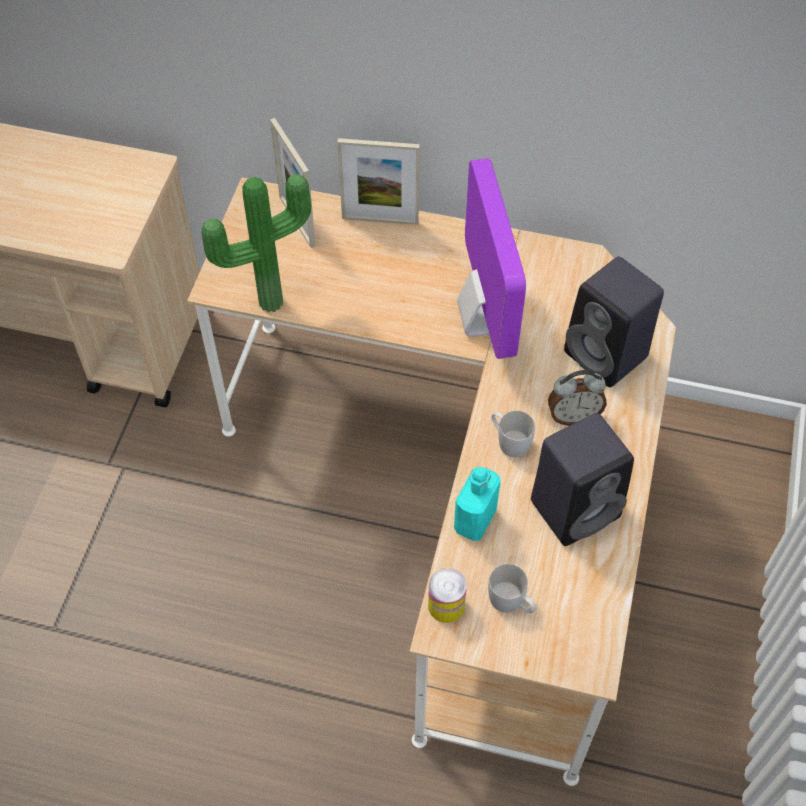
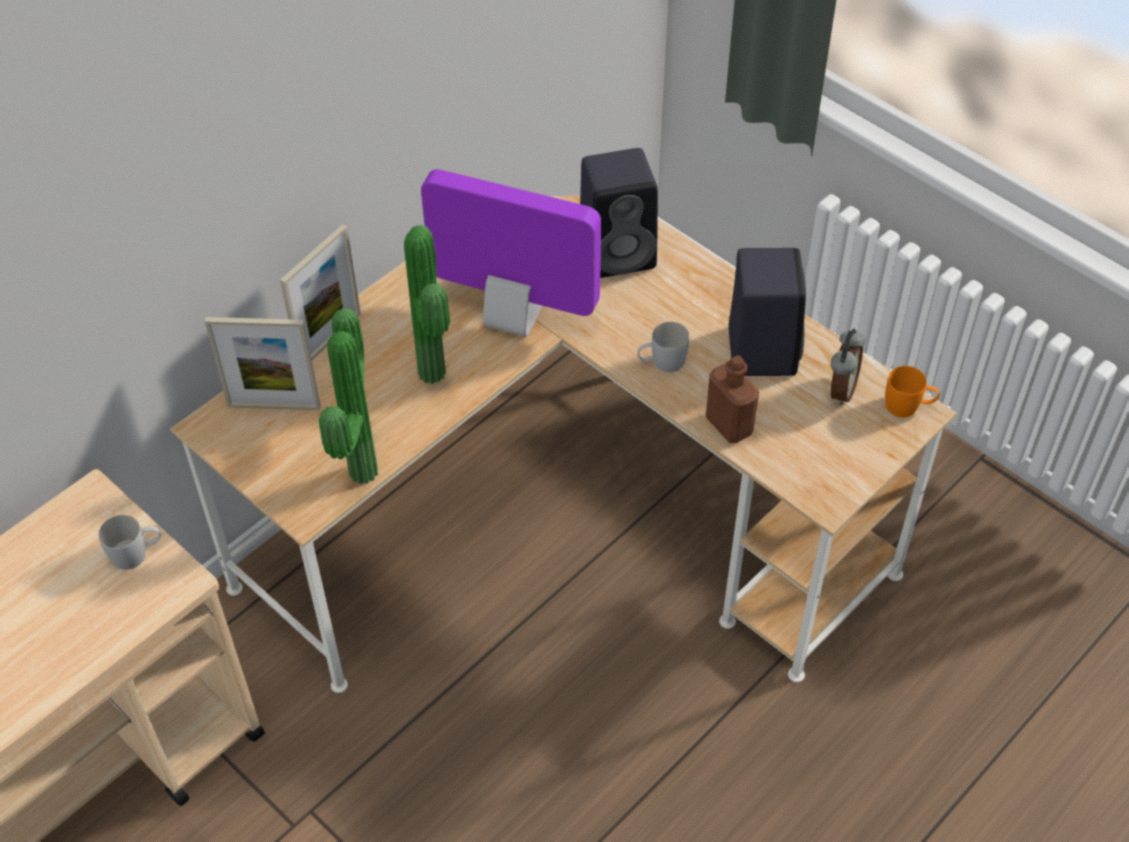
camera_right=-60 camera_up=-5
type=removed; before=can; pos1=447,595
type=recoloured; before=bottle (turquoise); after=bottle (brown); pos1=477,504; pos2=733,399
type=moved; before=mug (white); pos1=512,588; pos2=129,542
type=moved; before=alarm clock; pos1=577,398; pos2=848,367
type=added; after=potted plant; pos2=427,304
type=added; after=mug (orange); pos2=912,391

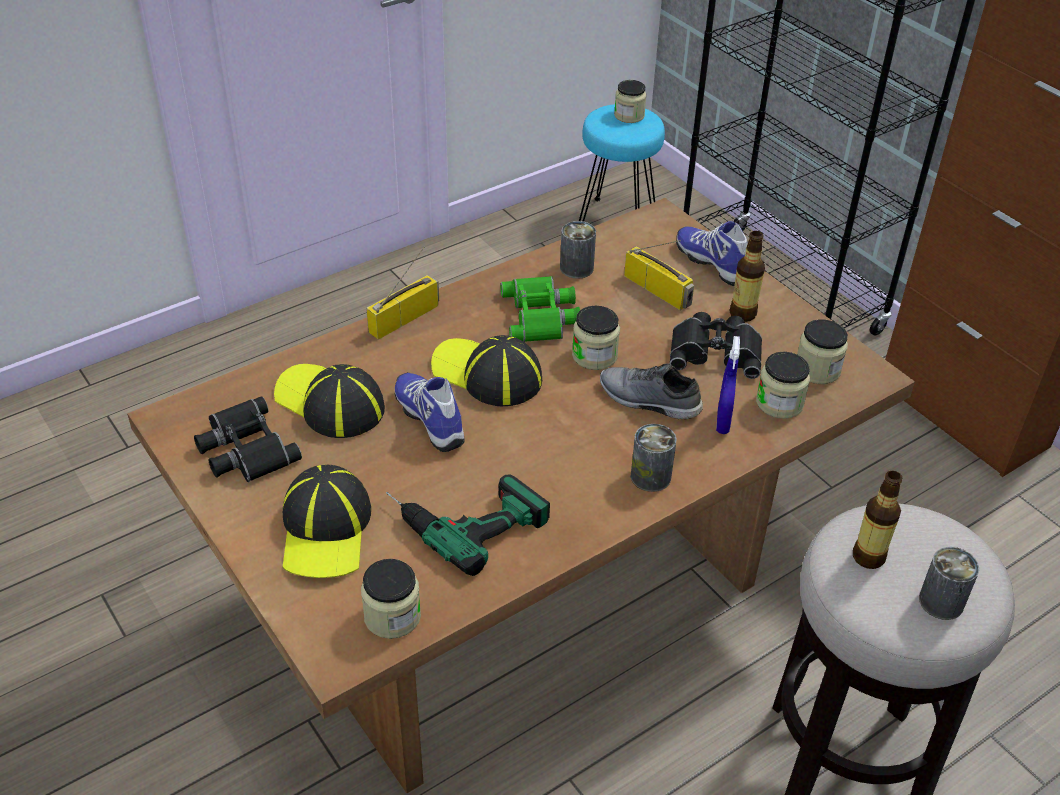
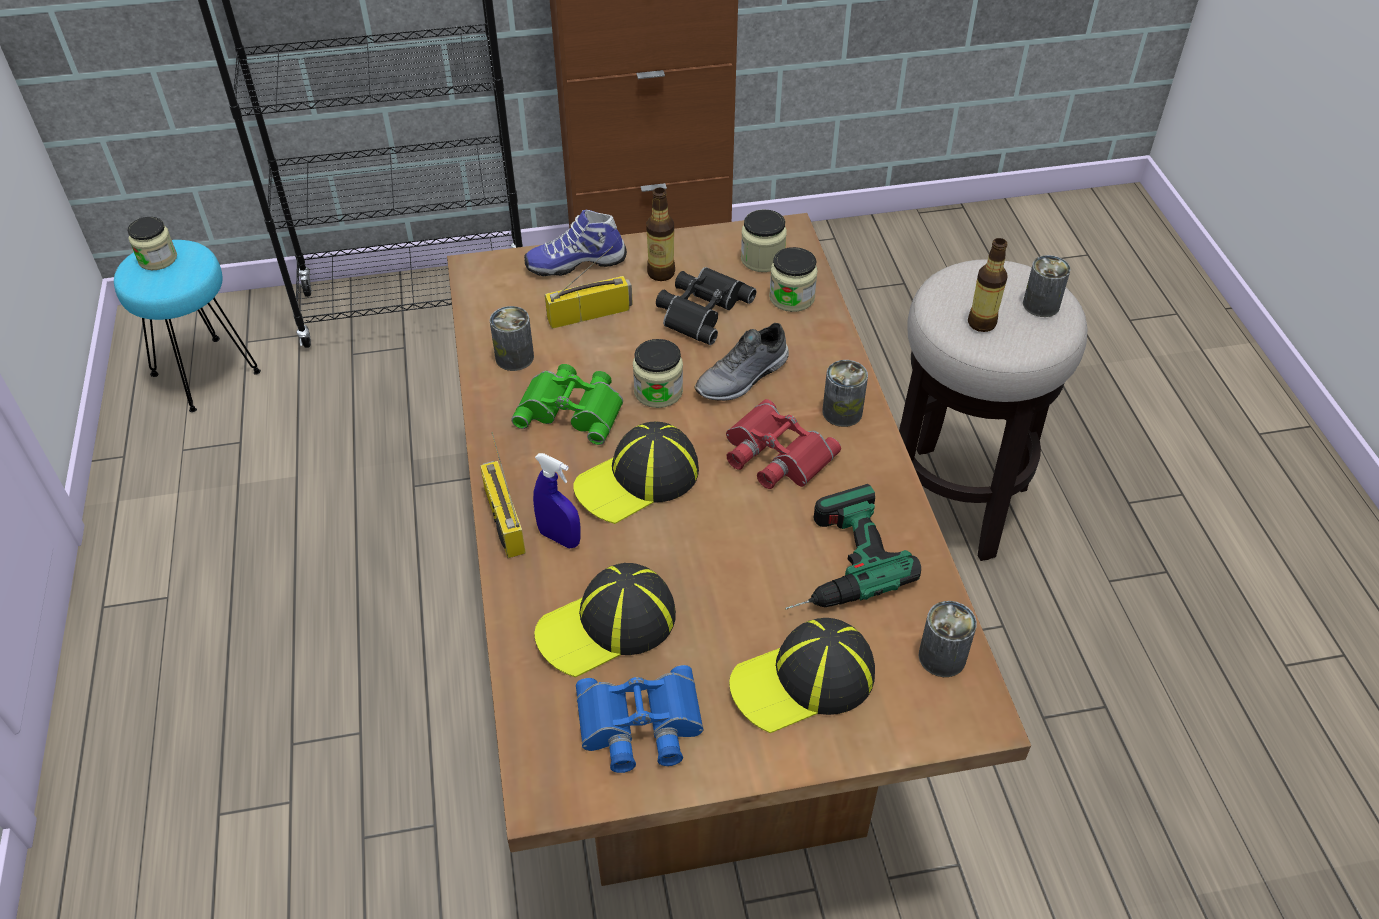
camera_right=-65 camera_up=5
type=recoloured; before=binoculars (black); after=binoculars (blue); pos1=248,439; pos2=640,719
type=turned; before=cap; pos1=327,521; pos2=802,675; turn=135
type=replaced; before=jar; after=can; pos1=391,599; pos2=948,639
type=removed; before=shoe; pos1=430,412
type=moved; before=spray bottle (blue); pos1=728,385; pos2=556,500
type=added; after=binoculars (red); pos2=783,444

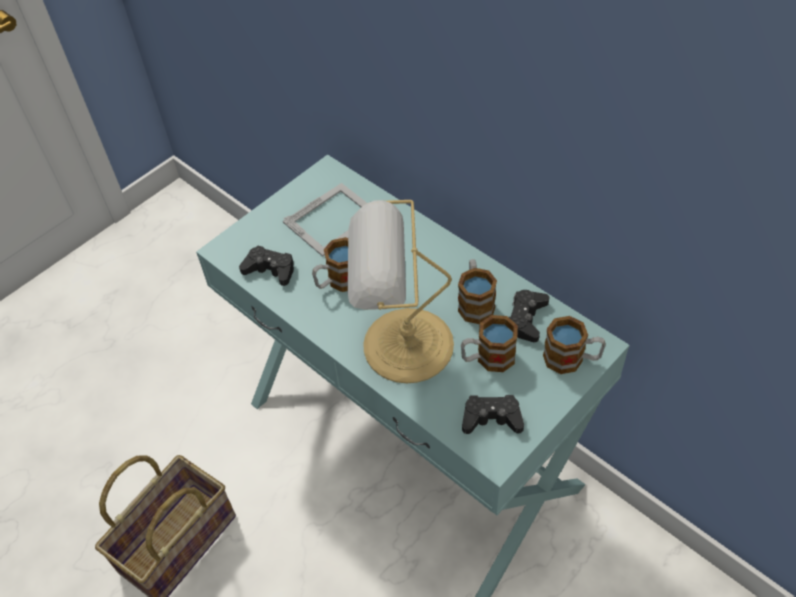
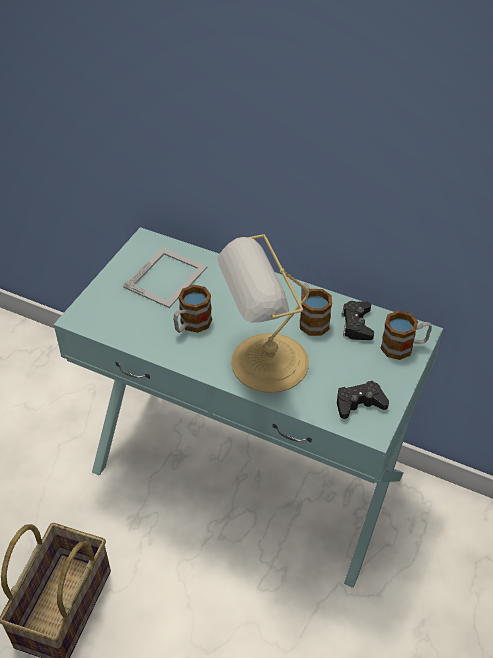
camera_right=-20 camera_up=-5
type=removed; before=game controller (black); pos1=266,266
type=removed; before=mug; pos1=489,343

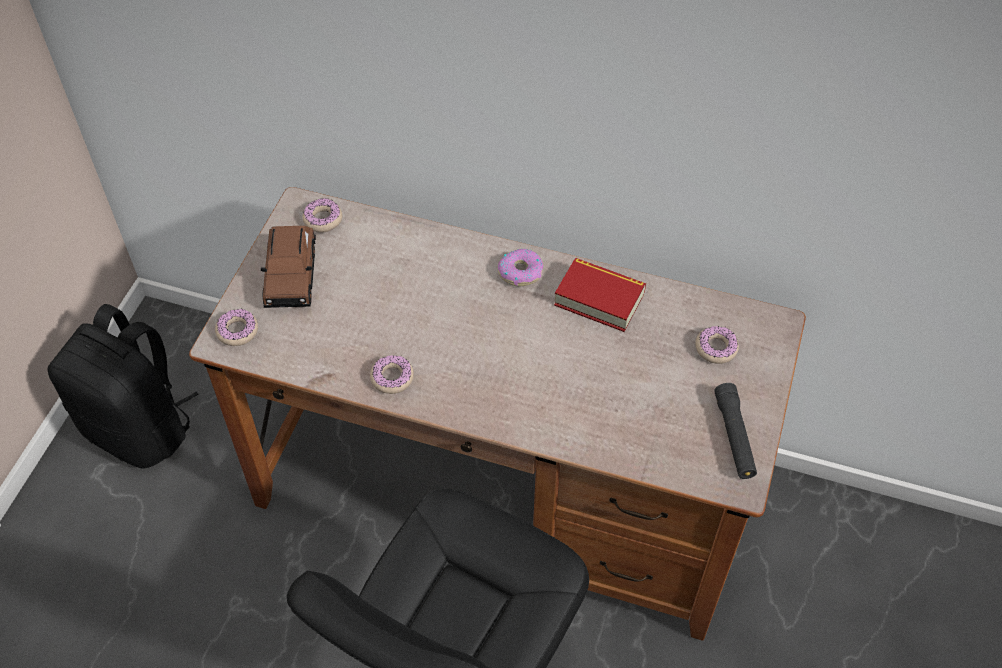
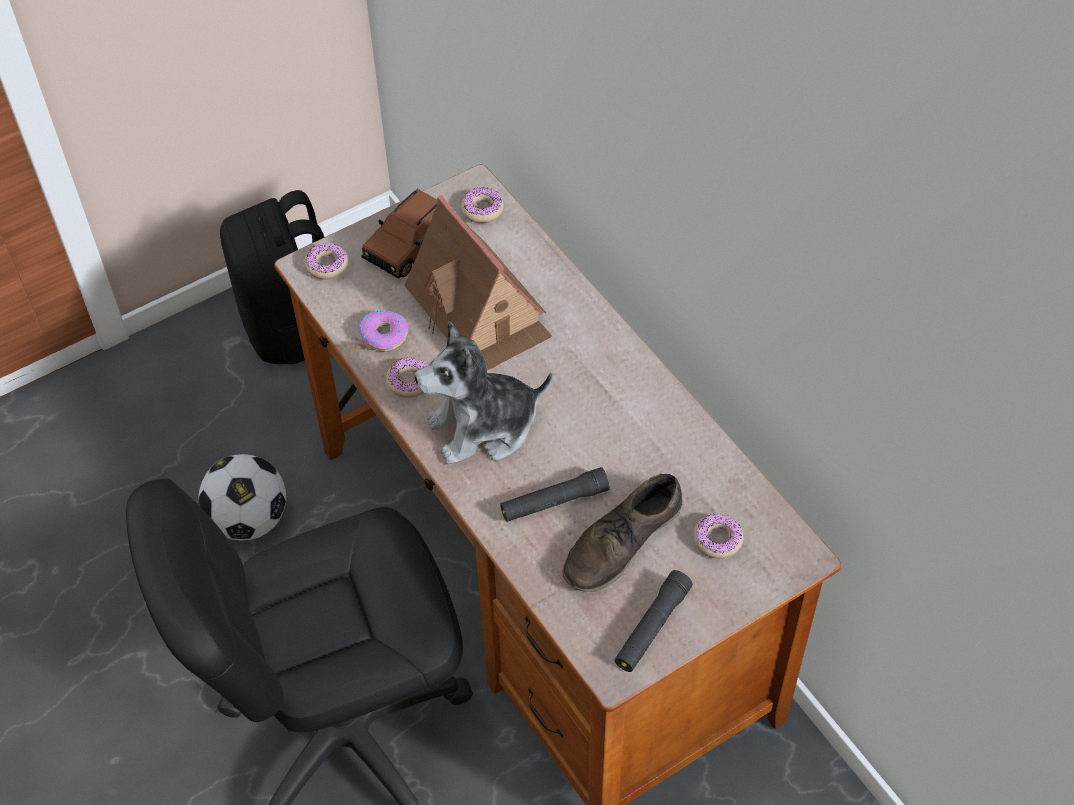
camera_right=40 camera_up=0
type=moved; before=donut; pos1=520,267; pos2=383,330
type=removed; before=book; pos1=600,295
type=added; after=football; pos2=242,497
type=added; after=toy house; pos2=478,282
type=added; after=plush toy; pos2=483,393
type=added; after=flashlight (black); pos2=555,494
type=added; after=shoe (brown); pos2=622,533

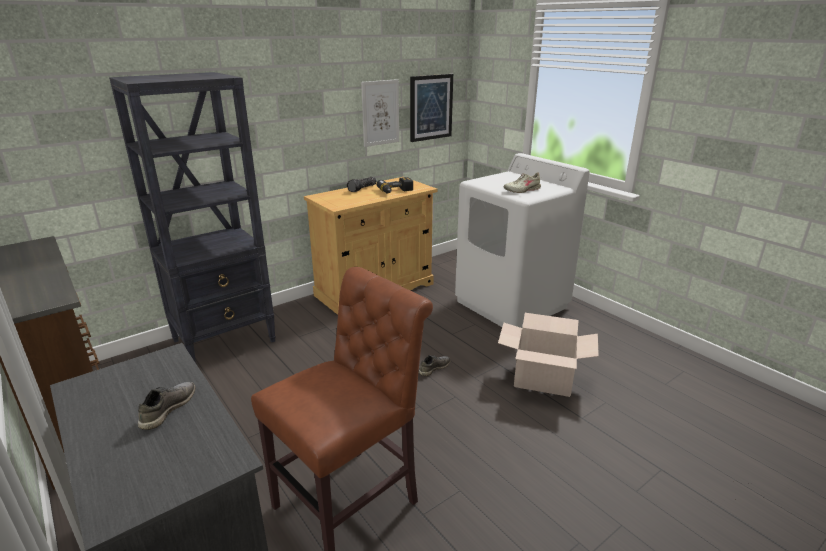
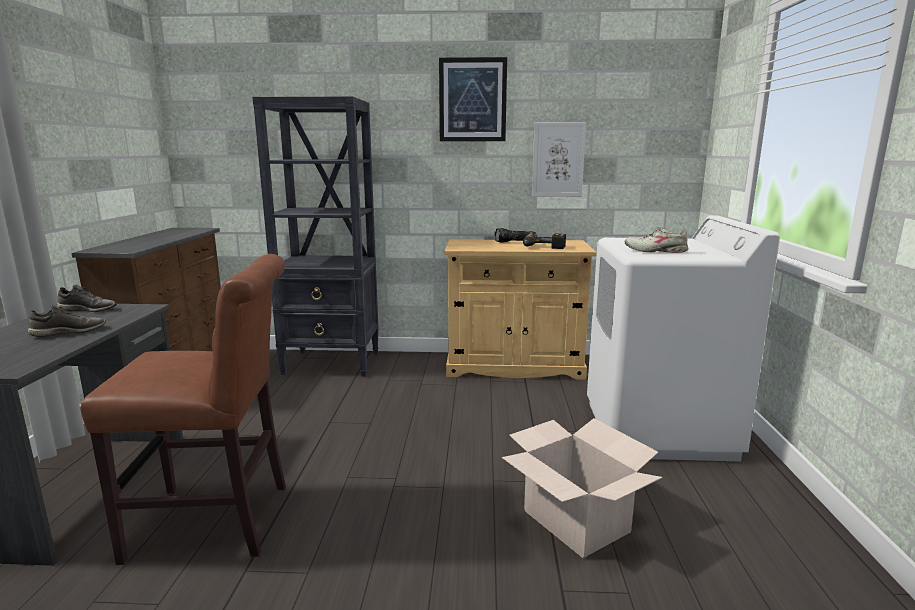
camera_right=40 camera_up=-10
type=moved; before=picture; pos1=431,108; pos2=473,99
type=moved; before=shoe (grey); pos1=435,365; pos2=86,298

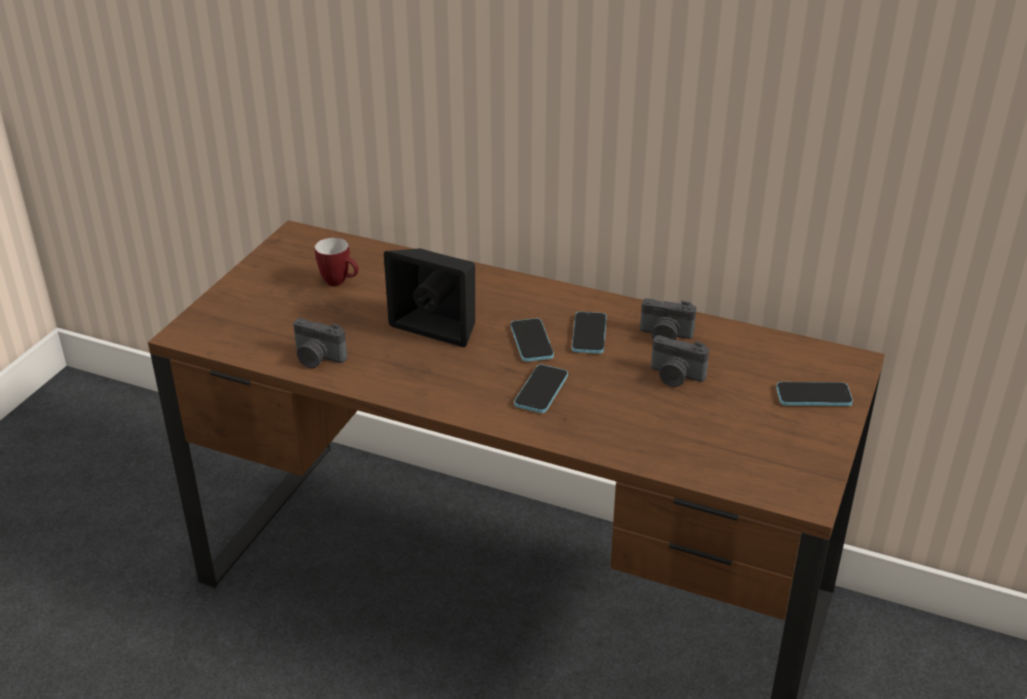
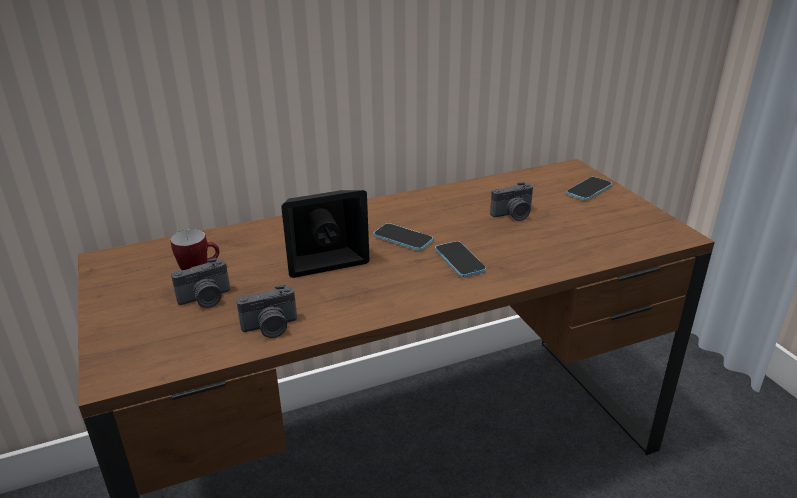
camera_right=-45 camera_up=-5
type=removed; before=phone; pos1=589,333
type=moved; before=photo camera; pos1=668,319; pos2=200,283

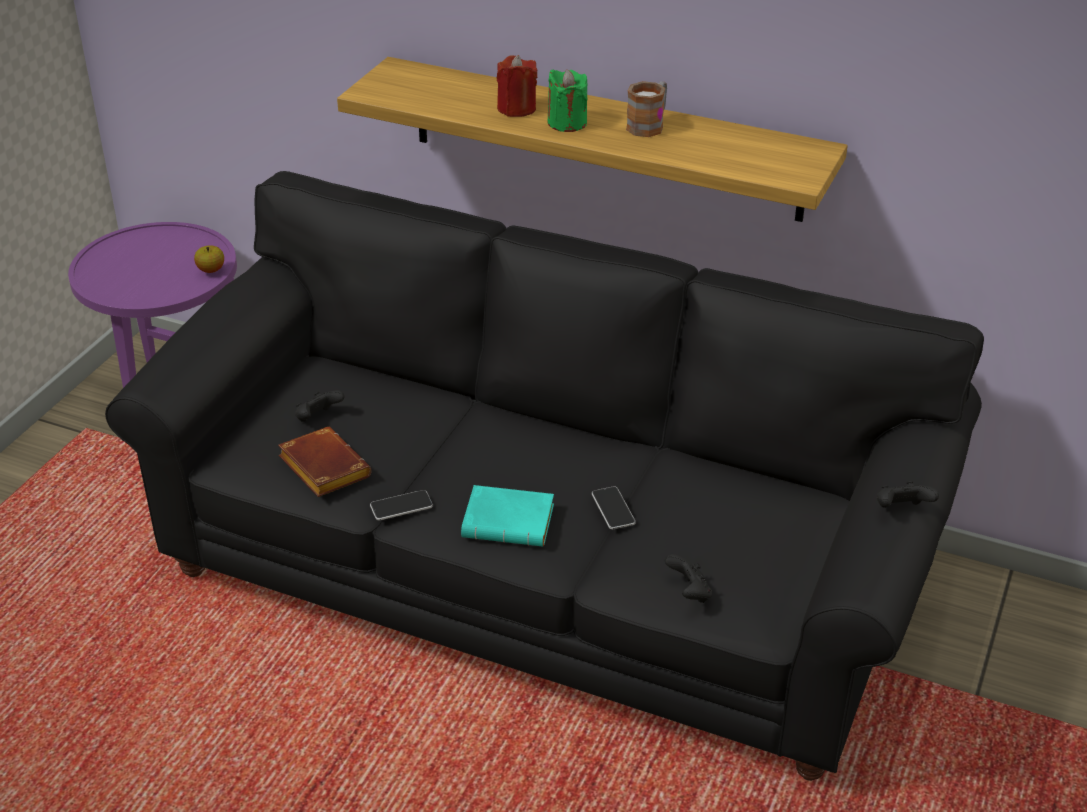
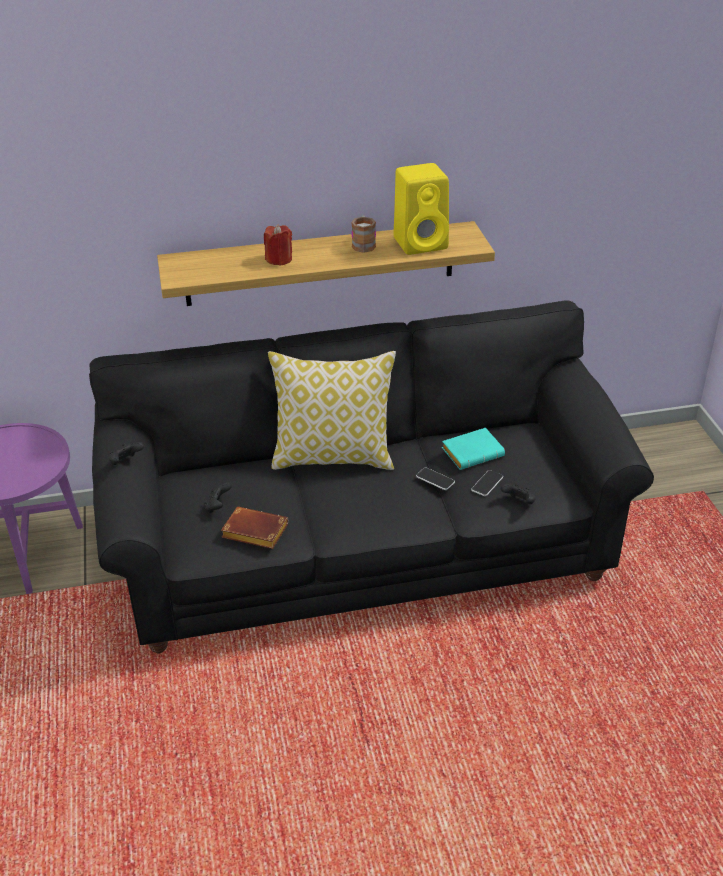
camera_right=-35 camera_up=0
type=removed; before=apple; pos1=209,259
type=moved; before=phone; pos1=401,505; pos2=487,483
type=moved; before=book (turquoise); pos1=507,516; pos2=473,449
type=removed; before=candle (green); pos1=567,100
type=moved; before=game controller (black); pos1=908,494; pos2=126,453
type=added; after=pillow; pos2=332,410
type=added; after=speaker (yellow); pos2=421,209

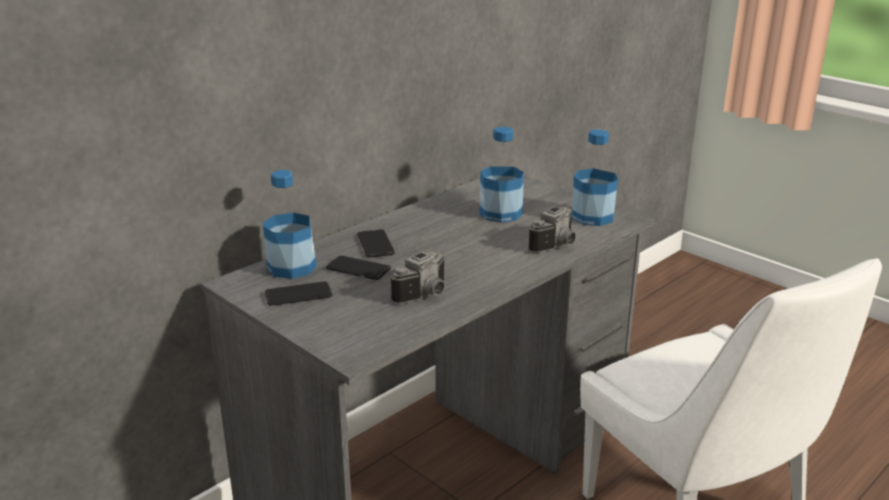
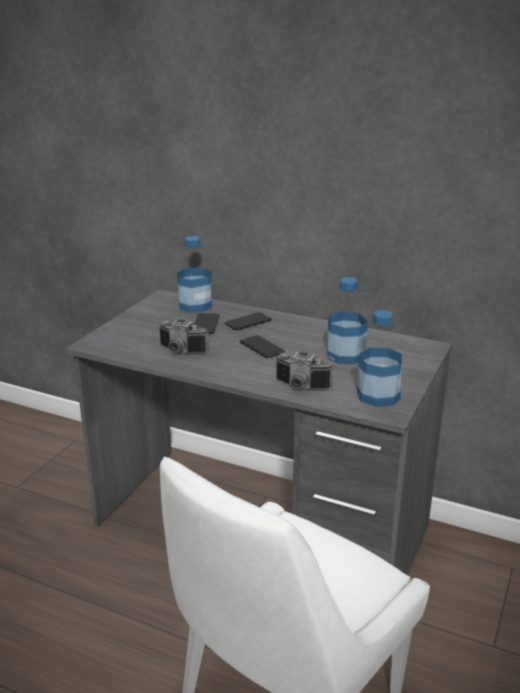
camera_right=70 camera_up=0
type=moved; before=phone; pos1=298,293; pos2=262,346

